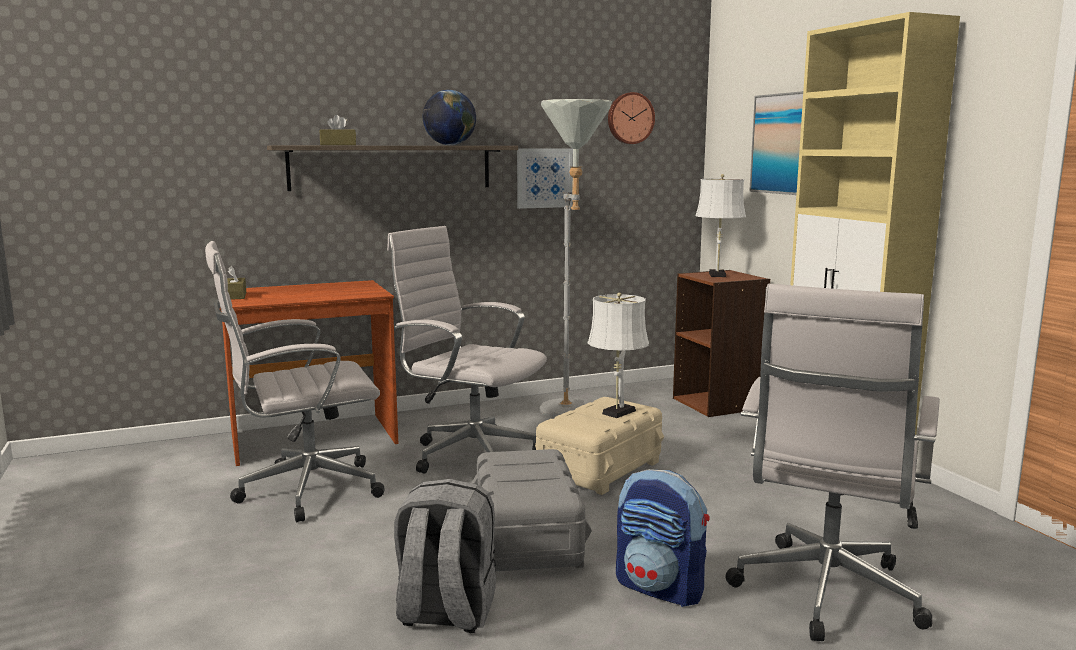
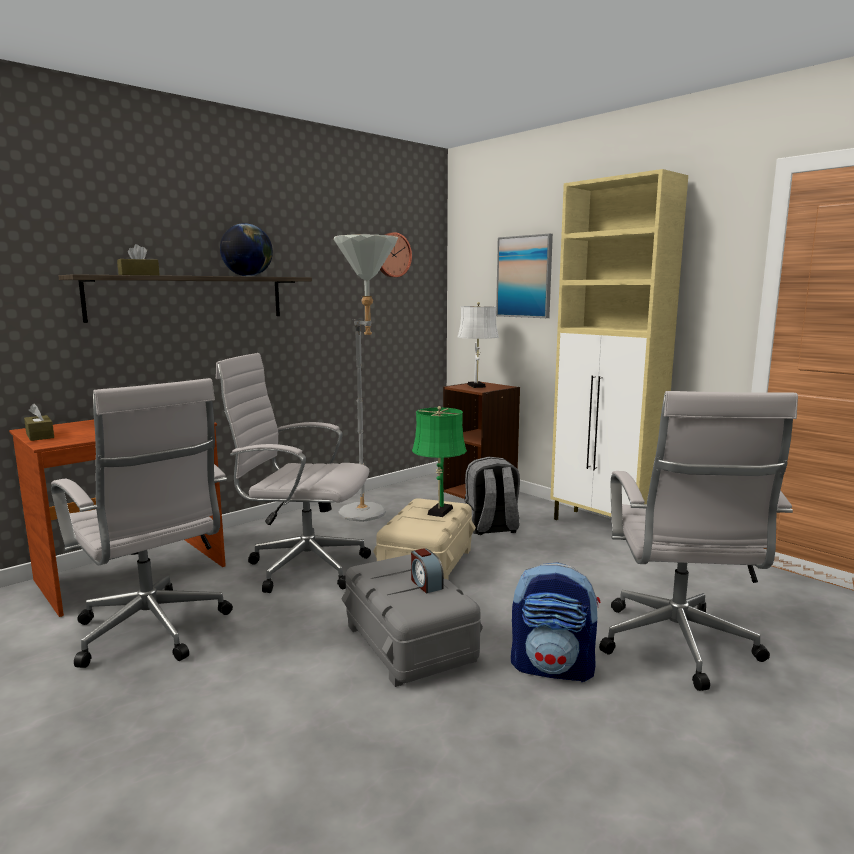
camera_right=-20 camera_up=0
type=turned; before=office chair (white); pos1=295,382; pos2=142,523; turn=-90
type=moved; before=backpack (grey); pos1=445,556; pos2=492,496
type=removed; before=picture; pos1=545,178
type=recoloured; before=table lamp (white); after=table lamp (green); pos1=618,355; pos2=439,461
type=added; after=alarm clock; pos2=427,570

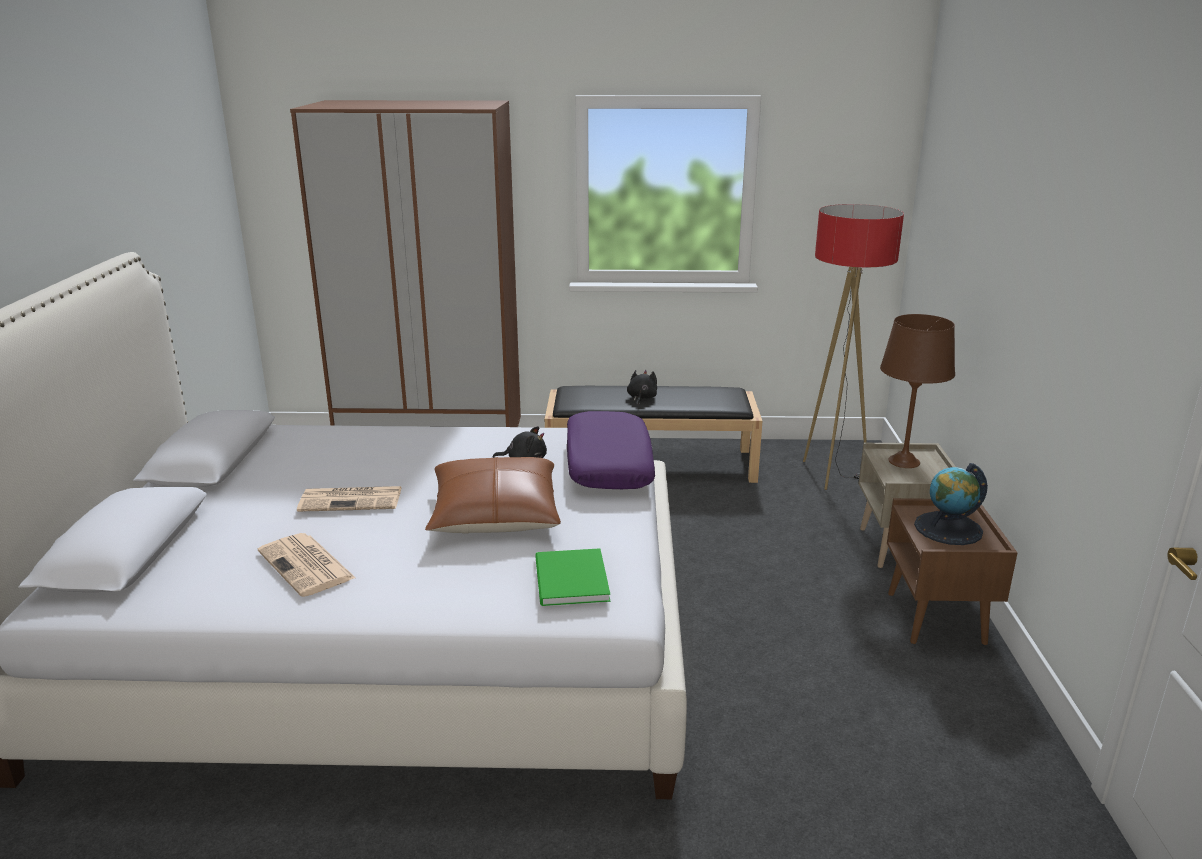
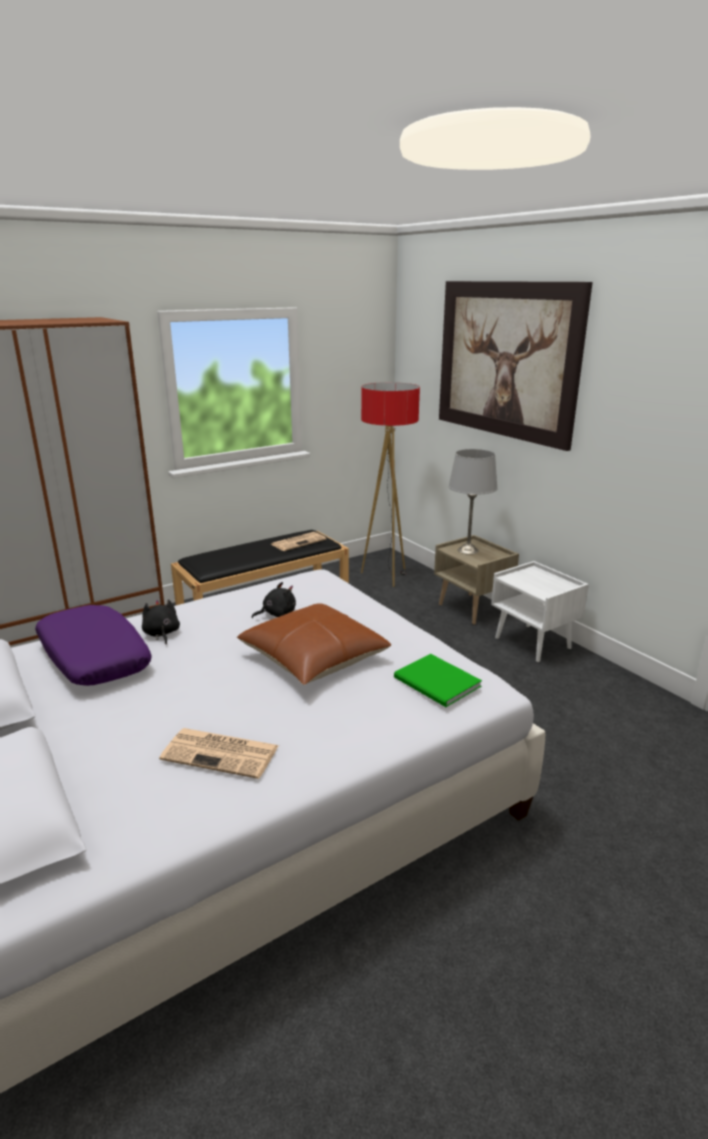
camera_right=-35 camera_up=0
type=moved; before=newspaper; pos1=349,499; pos2=298,541
type=moved; before=pillow (purple); pos1=611,450; pos2=93,645
type=moved; before=plush toy (black); pos1=642,387; pos2=161,622
type=recoloured; before=table lamp (brown); after=table lamp (grey); pos1=917,391; pos2=473,502
type=recoloured; before=nightstand (brown); after=nightstand (white); pos1=952,571; pos2=540,611
type=removed; before=globe; pos1=951,504
type=added; after=picture; pos2=516,366

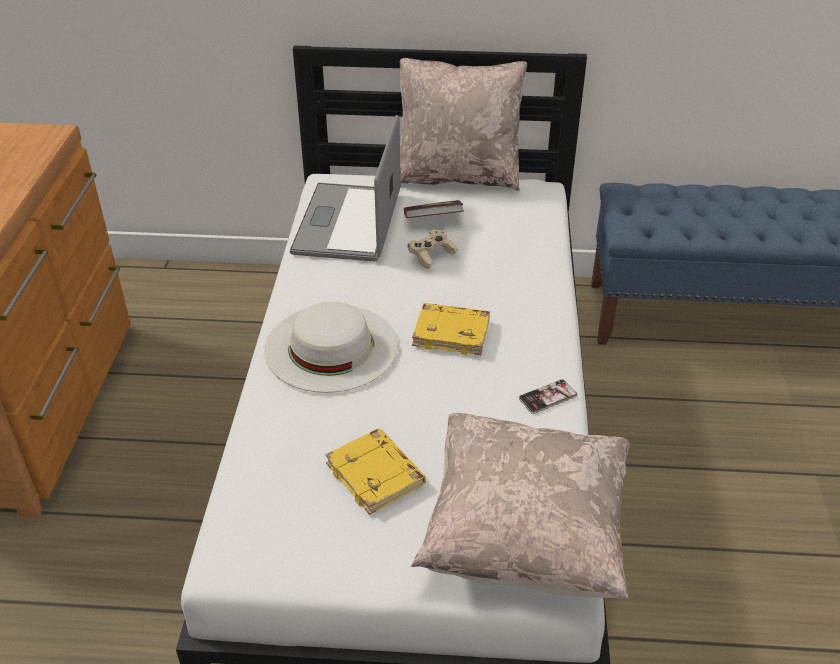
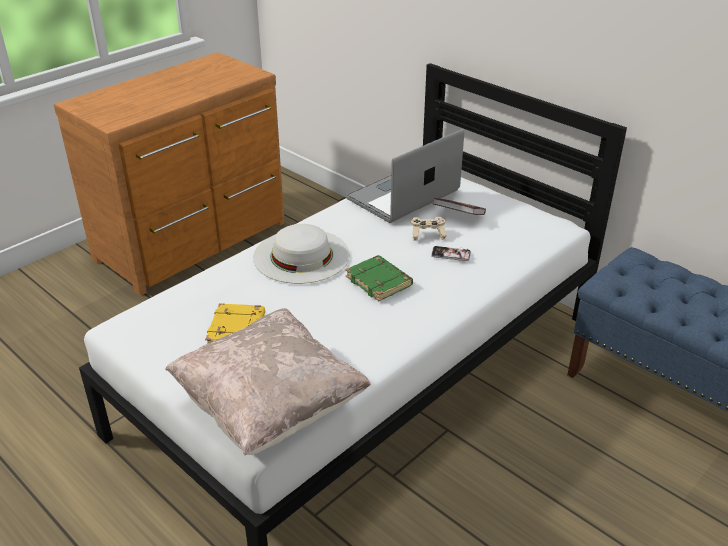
camera_right=40 camera_up=-5
type=removed; before=pillow (beige); pos1=463,124
type=recoloured; before=book (yellow); after=book (green); pos1=451,329; pos2=379,278
type=moved; before=phone; pos1=548,396; pos2=451,253

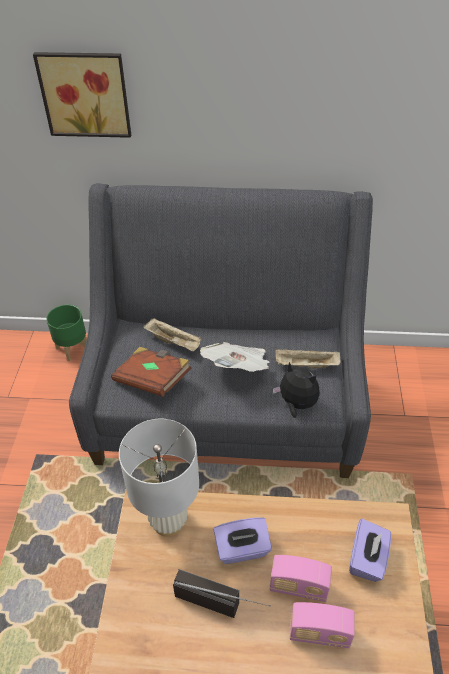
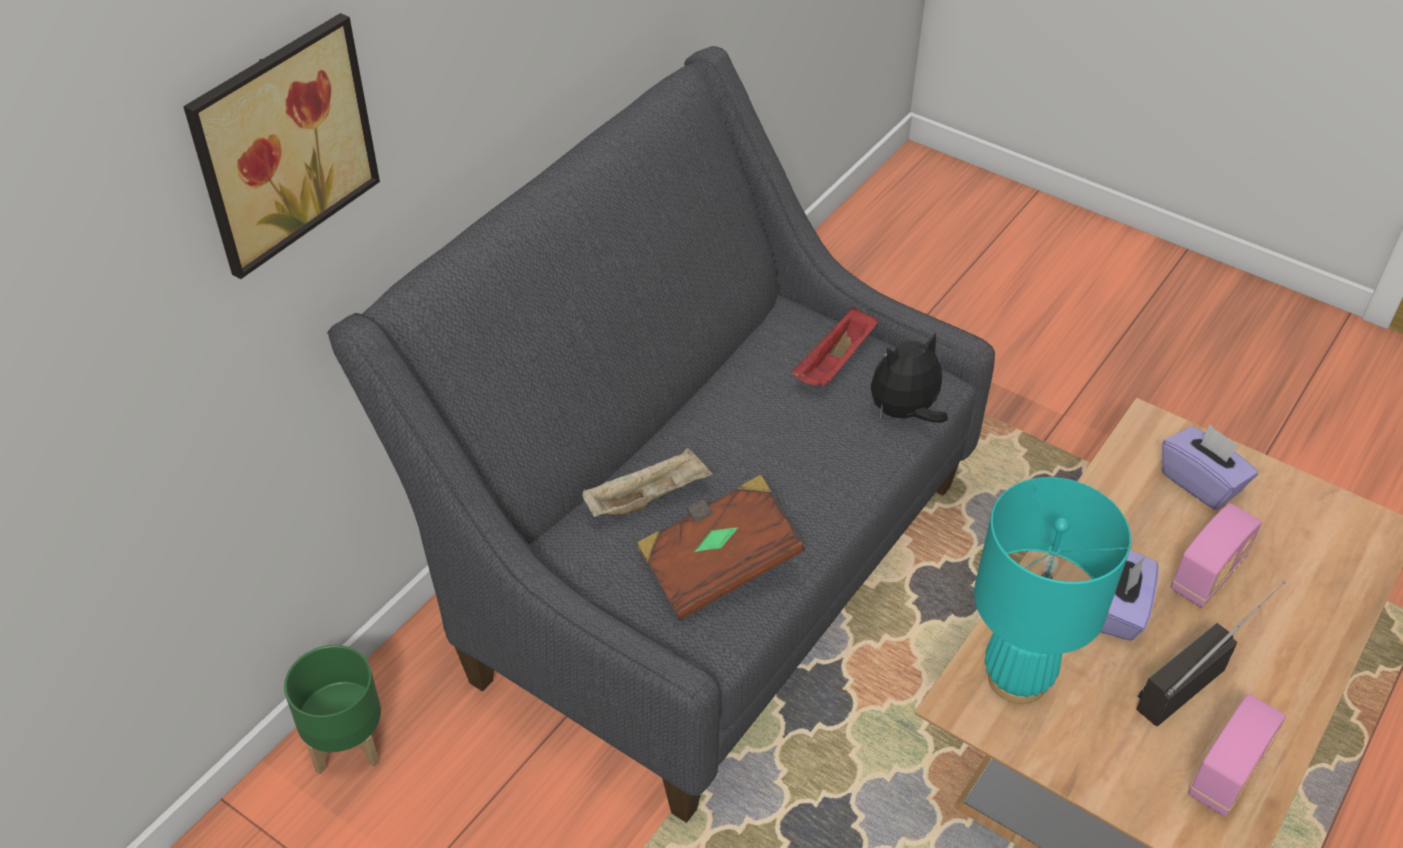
camera_right=-60 camera_up=0
type=recoloured; before=table lamp (white); after=table lamp (turquoise); pos1=159,478; pos2=1052,590
type=removed; before=newspaper; pos1=234,357
type=recoloured; before=tray (beige); after=tray (red); pos1=308,359; pos2=834,347
type=moved; before=radio; pos1=322,625; pos2=1237,755

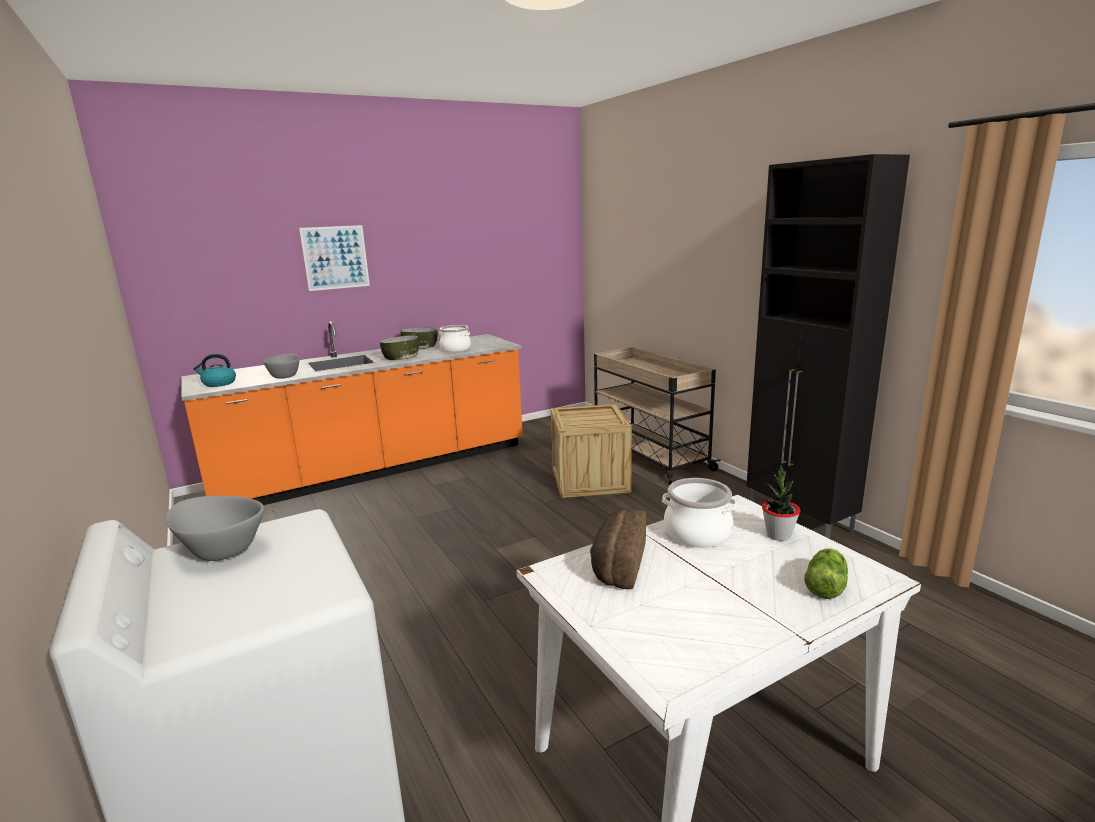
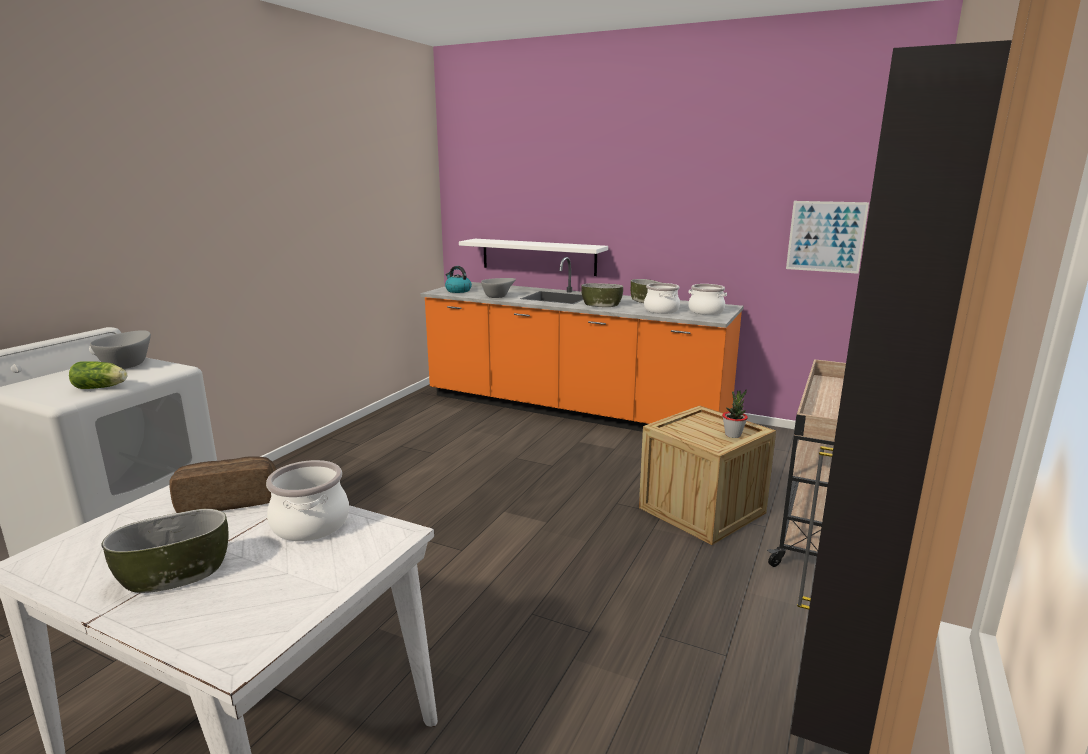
camera_right=55 camera_up=0
type=moved; before=picture; pos1=334,258; pos2=827,237
type=moved; before=potted plant; pos1=781,503; pos2=735,413
type=moved; before=lettuce; pos1=826,573; pos2=98,375
type=added; after=bowl; pos2=165,551
type=added; after=shelf (white); pos2=533,257
type=added; after=cooking pot; pos2=708,299

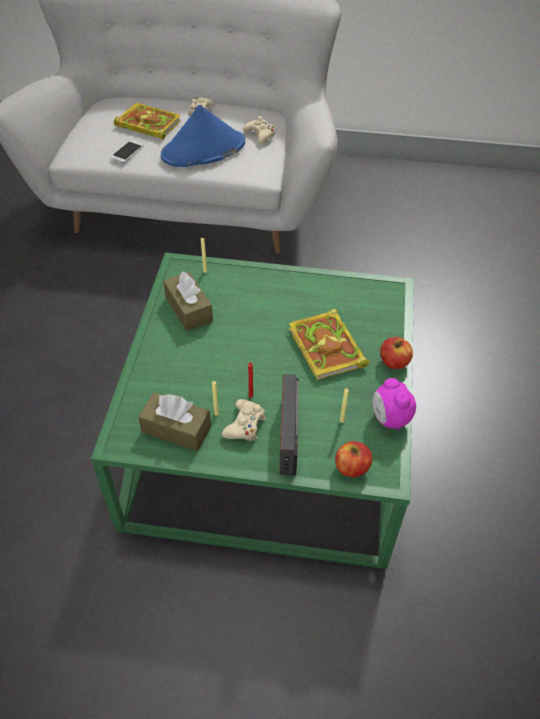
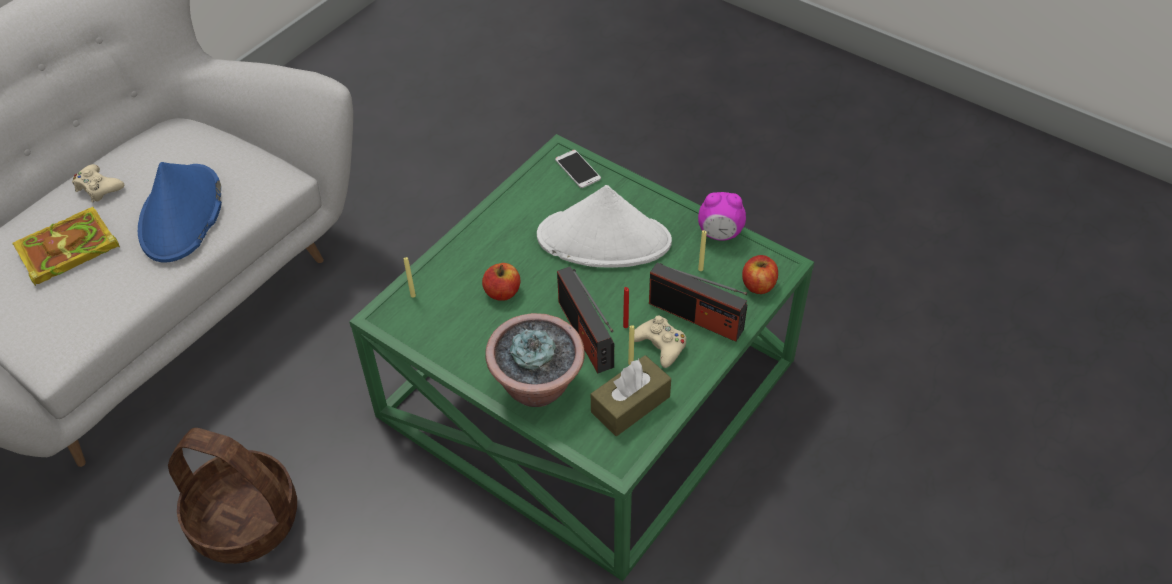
camera_right=-60 camera_up=0
type=moved; before=phone; pos1=127,151; pos2=578,169
type=removed; before=tissue box (brown); pos1=188,301
type=removed; before=game controller (beige); pos1=259,130
type=replaced; before=book; after=hat (white); pos1=329,344; pos2=604,226
type=moved; before=apple; pos1=396,353; pos2=501,282
type=added; after=basket; pos2=232,496
type=added; after=potted plant; pos2=535,360
type=added; after=radio; pos2=585,320

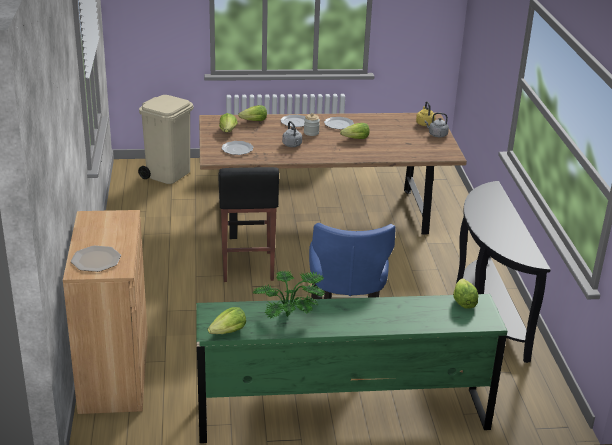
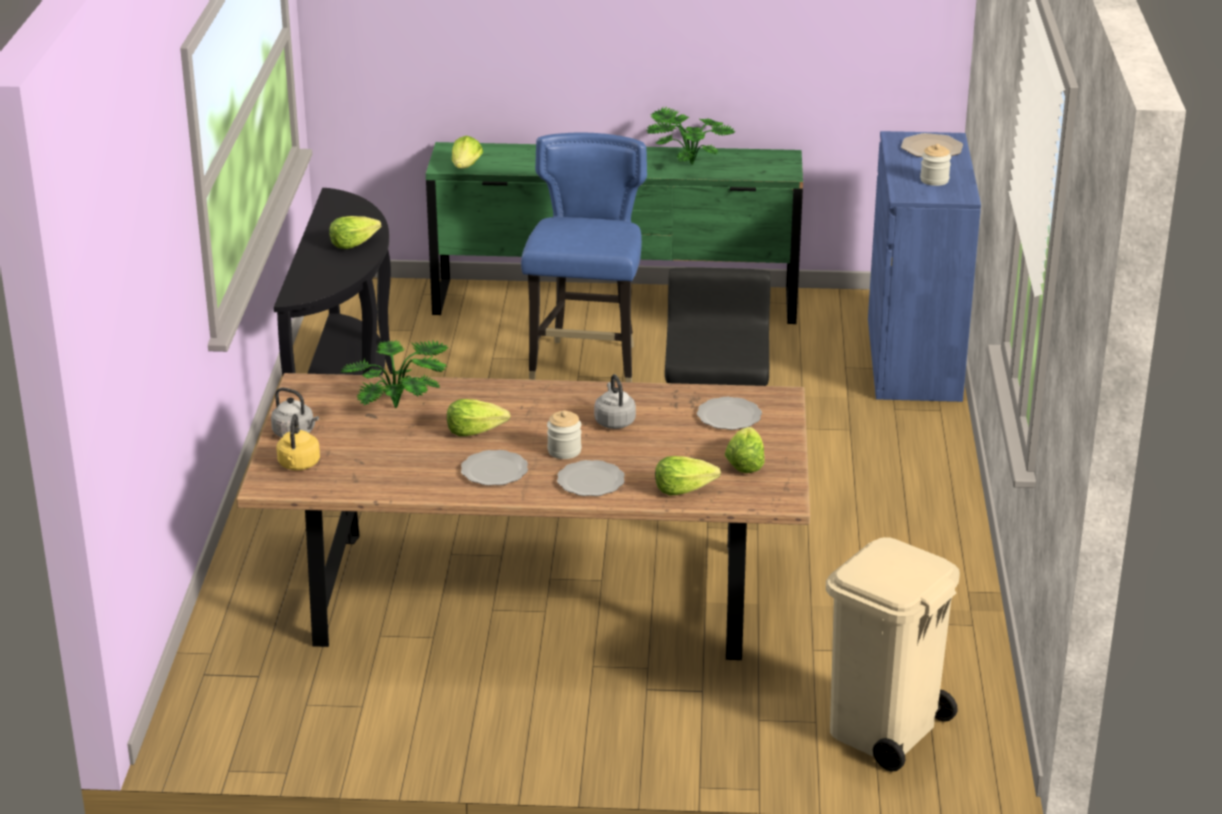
camera_right=-170 camera_up=0
type=recoloured; before=cabinet (brown); after=cabinet (blue); pos1=105,312; pos2=924,266
type=moved; before=lettuce; pos1=227,320; pos2=355,232
type=added; after=potted plant; pos2=394,374
type=added; after=jar; pos2=935,165

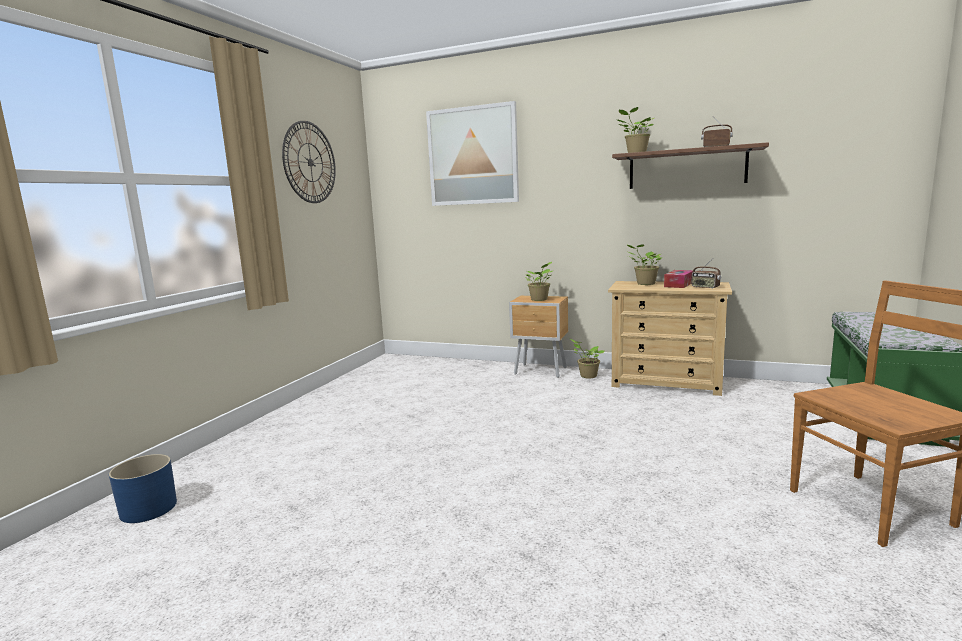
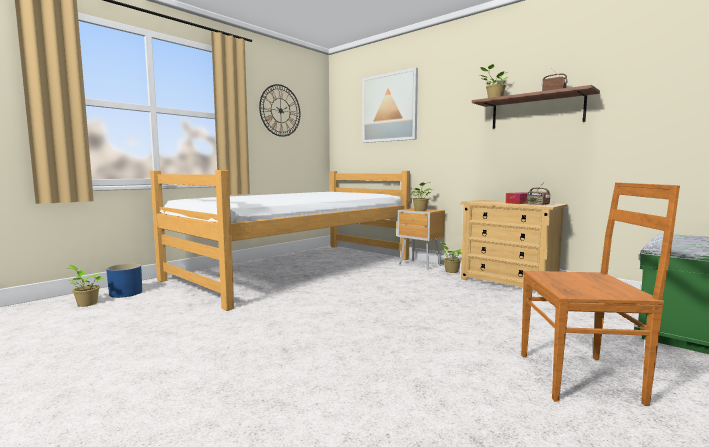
camera_right=20 camera_up=-5
type=moved; before=potted plant; pos1=644,264; pos2=86,286
type=added; after=bed; pos2=280,240

